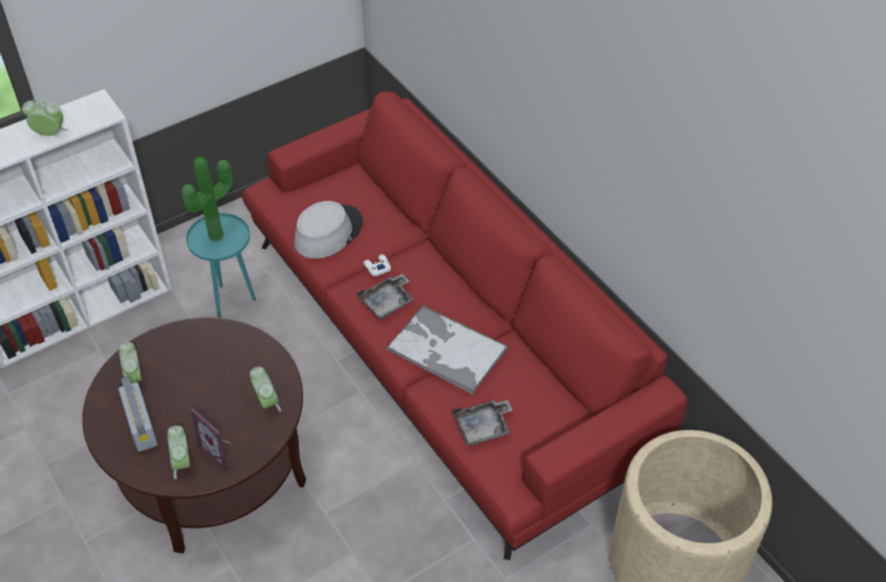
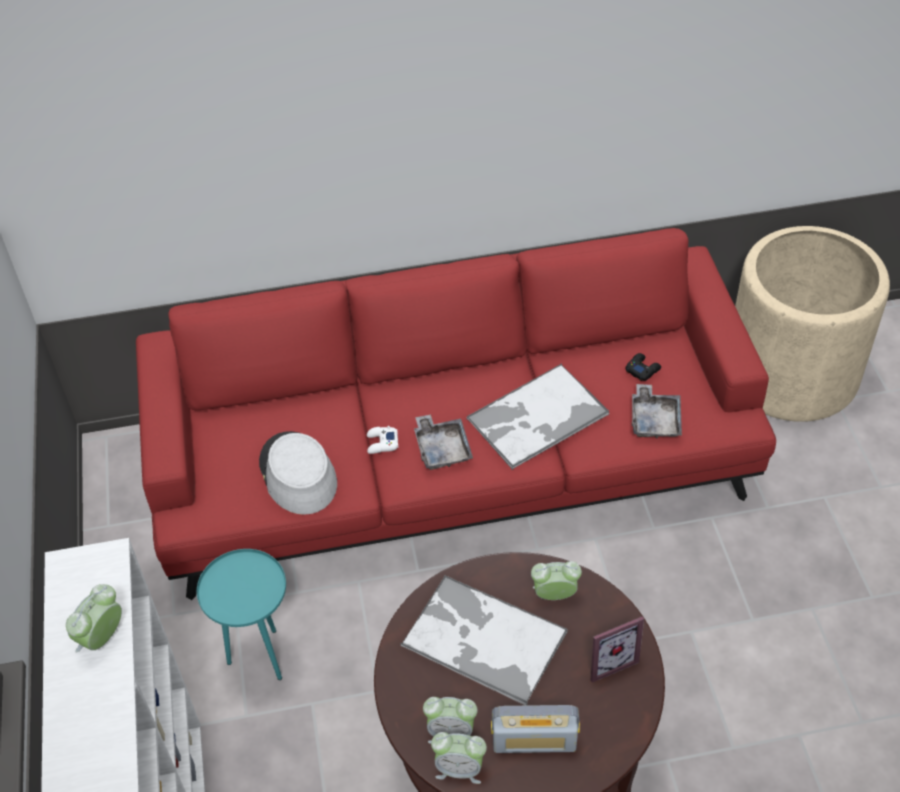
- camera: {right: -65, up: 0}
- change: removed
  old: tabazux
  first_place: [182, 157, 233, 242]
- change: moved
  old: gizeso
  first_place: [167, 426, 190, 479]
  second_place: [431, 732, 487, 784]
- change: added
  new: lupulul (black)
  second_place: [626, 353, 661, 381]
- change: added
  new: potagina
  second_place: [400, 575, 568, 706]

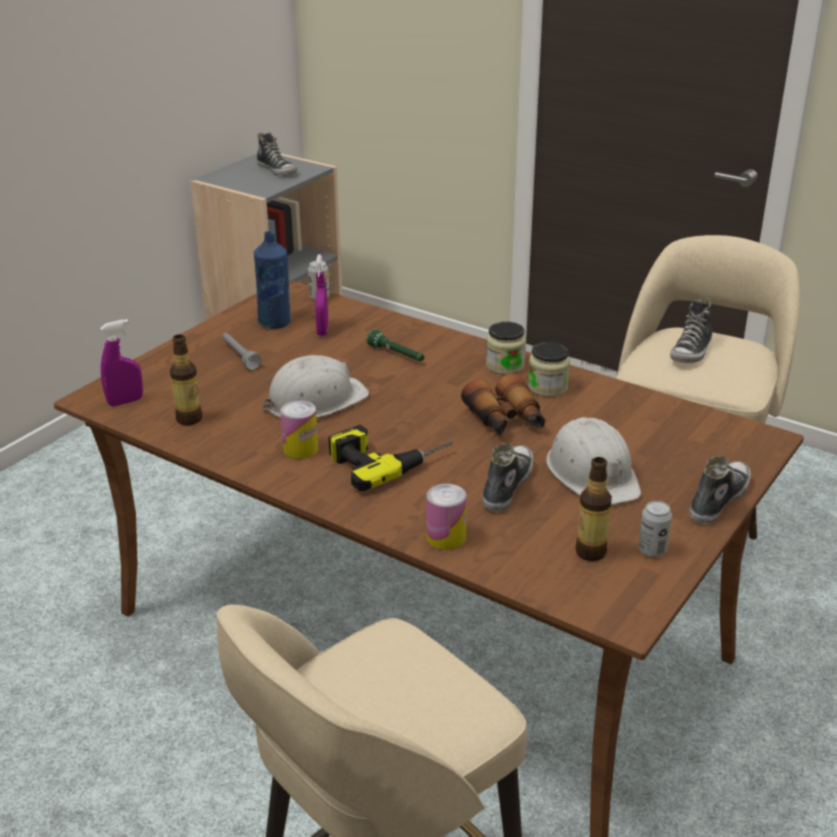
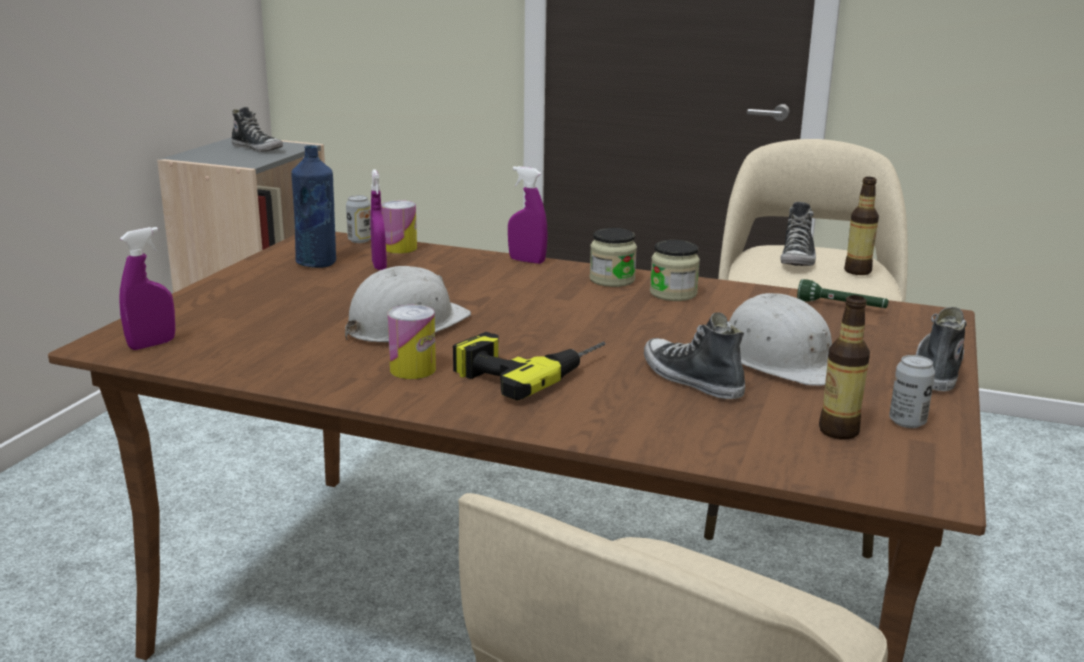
- camera: {right: -15, up: -10}
- change: moved
  old: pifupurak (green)
  first_place: [366, 330, 424, 361]
  second_place: [797, 279, 889, 308]
- change: removed
  old: pifupurak (grey)
  first_place: [222, 332, 261, 370]
- change: moved
  old: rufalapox
  first_place: [170, 334, 202, 425]
  second_place: [844, 177, 879, 275]
- change: removed
  old: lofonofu
  first_place: [461, 374, 545, 435]
- change: turned
  old: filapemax
  first_place: [483, 443, 533, 512]
  second_place: [644, 312, 745, 399]
  degrees: -45
- change: moved
  old: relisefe
  first_place: [427, 484, 467, 550]
  second_place: [381, 200, 417, 254]
- change: added
  new: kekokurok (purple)
  second_place: [508, 166, 548, 264]

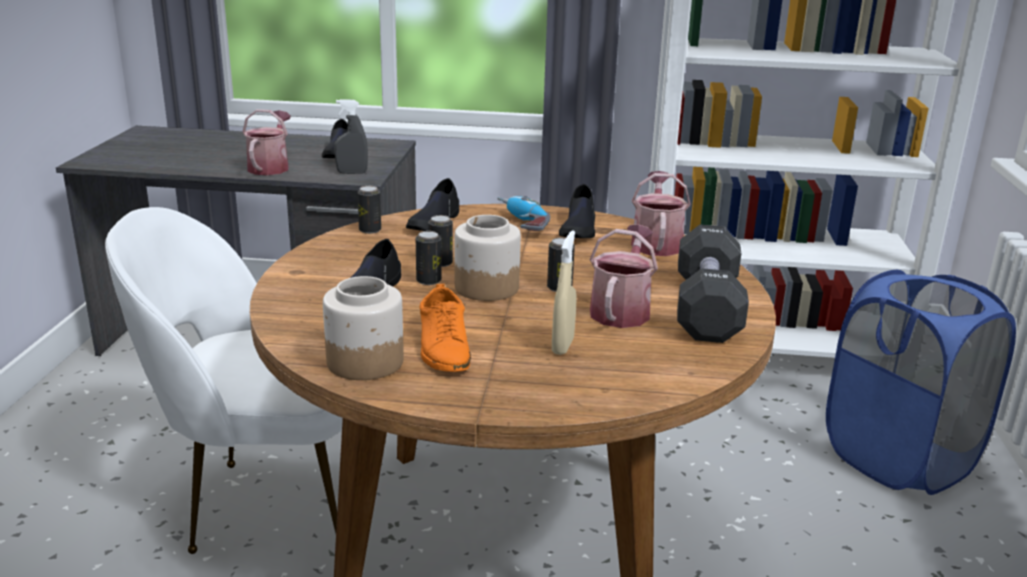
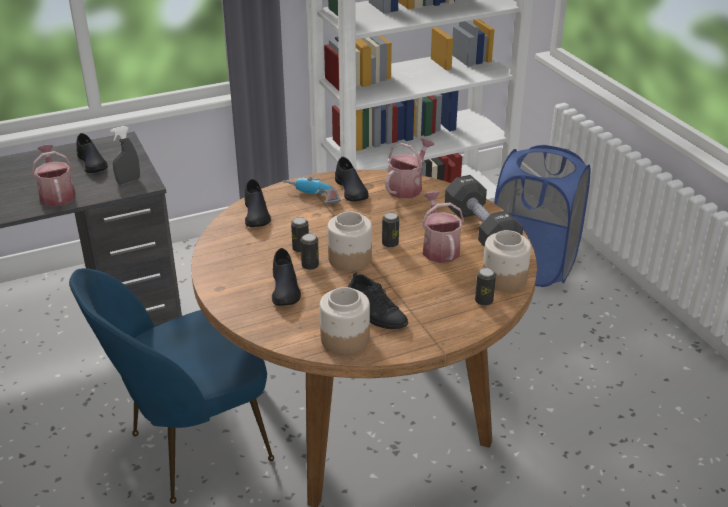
- camera: {right: -30, up: 10}
- change: turned
  old: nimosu
  first_place: [631, 171, 691, 256]
  second_place: [385, 138, 434, 199]
  degrees: 60
- change: moved
  old: relisefe
  first_place: [357, 186, 381, 234]
  second_place: [475, 268, 496, 306]
- change: recoloured
  old: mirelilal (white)
  new: mirelilal (blue)
  first_place: [105, 207, 343, 554]
  second_place: [69, 268, 274, 504]
- change: removed
  old: kekokurok (beige)
  first_place: [552, 230, 577, 355]
- change: recoloured
  old: filapemax (orange)
  new: filapemax (black)
  first_place: [420, 284, 471, 372]
  second_place: [348, 272, 408, 329]
- change: added
  new: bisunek
  second_place: [483, 230, 531, 292]

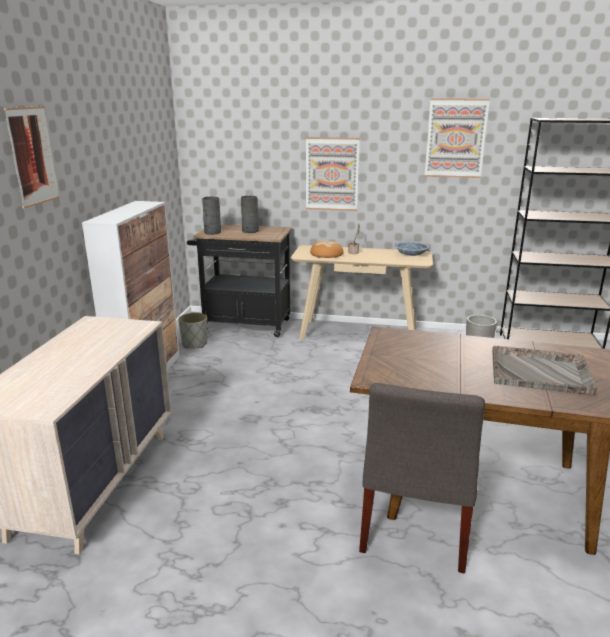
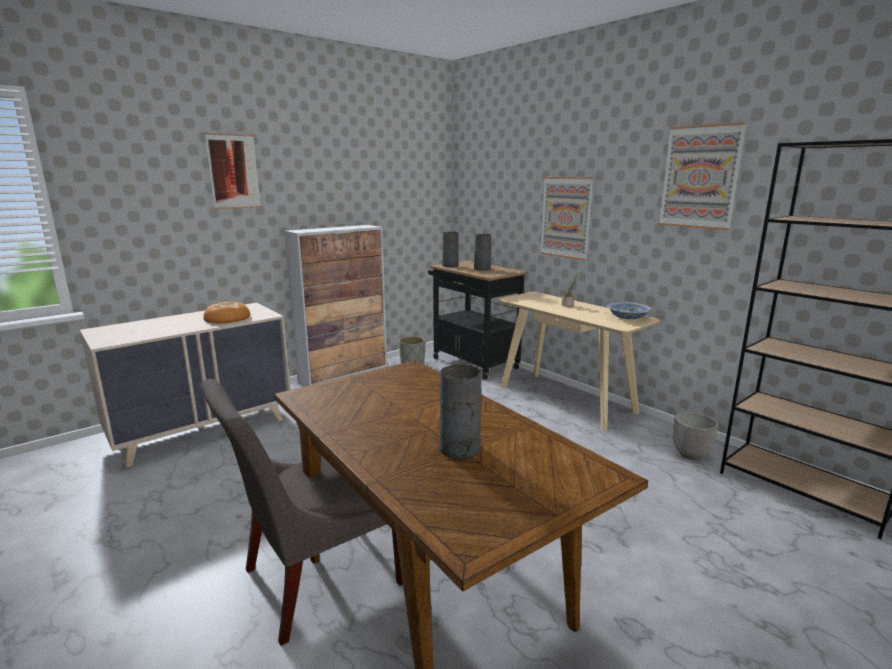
- camera: {right: 40, up: -5}
- change: moved
  old: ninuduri
  first_place: [310, 241, 344, 258]
  second_place: [203, 301, 250, 323]
- change: replaced
  old: potagina (grey)
  new: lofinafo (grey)
  first_place: [492, 346, 597, 395]
  second_place: [439, 365, 481, 459]

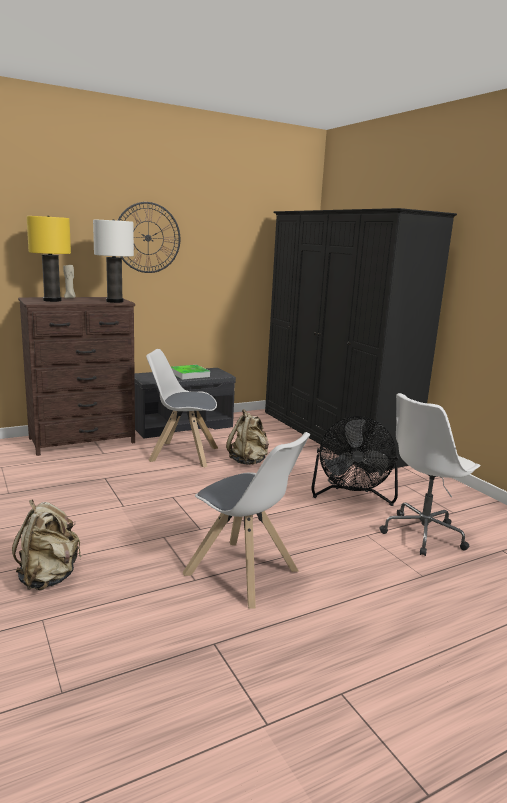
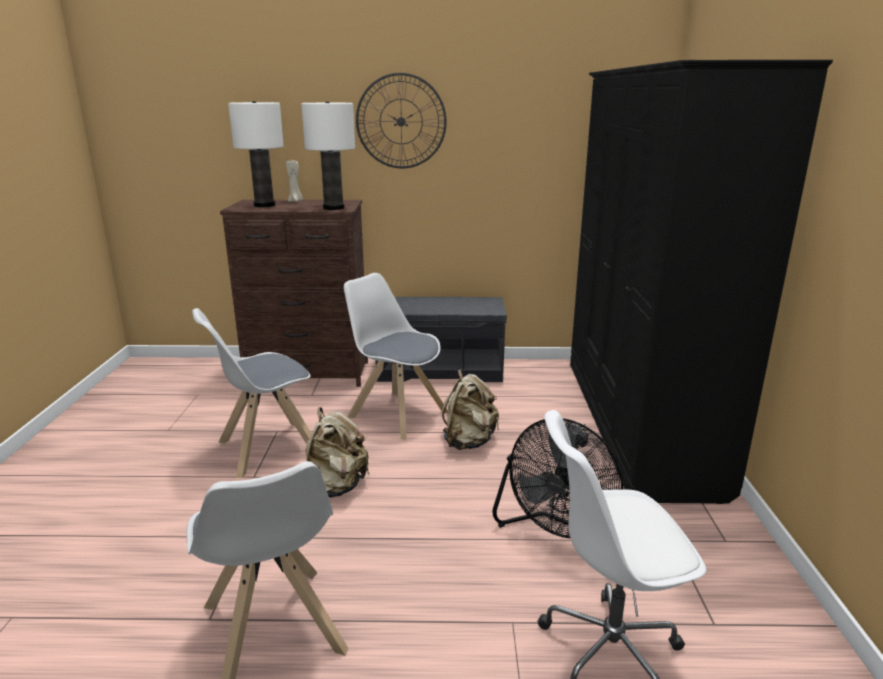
- camera: {right: 30, up: 5}
- change: recoloured
  old: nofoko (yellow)
  new: nofoko (white)
  first_place: [26, 216, 71, 302]
  second_place: [228, 101, 284, 207]
- change: removed
  old: potagina
  first_place: [171, 365, 210, 380]
- change: moved
  old: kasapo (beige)
  first_place: [12, 499, 81, 590]
  second_place: [305, 407, 369, 498]
- change: added
  new: mirelilal
  second_place: [192, 308, 312, 478]

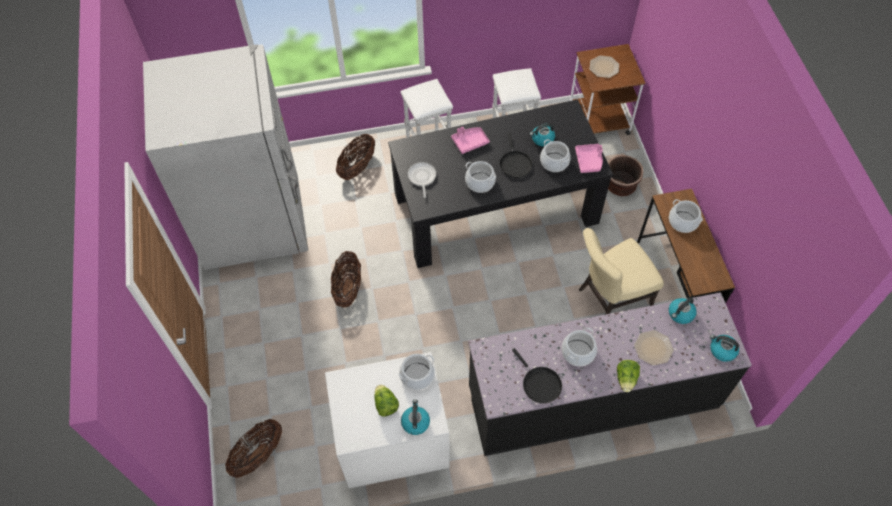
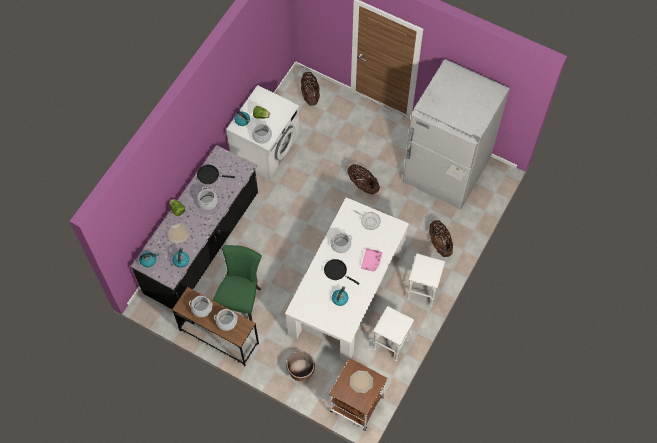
- camera: {right: 130, up: 5}
- change: recoloured
  old: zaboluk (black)
  new: zaboluk (white)
  first_place: [388, 99, 613, 268]
  second_place: [285, 197, 409, 362]
- change: moved
  old: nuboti
  first_place: [540, 139, 571, 172]
  second_place: [189, 296, 212, 317]
- change: removed
  old: potagina (pink)
  first_place: [575, 144, 603, 173]
- change: recoloured
  old: mirelilal (beige)
  new: mirelilal (green)
  first_place: [579, 228, 664, 314]
  second_place: [213, 245, 262, 322]

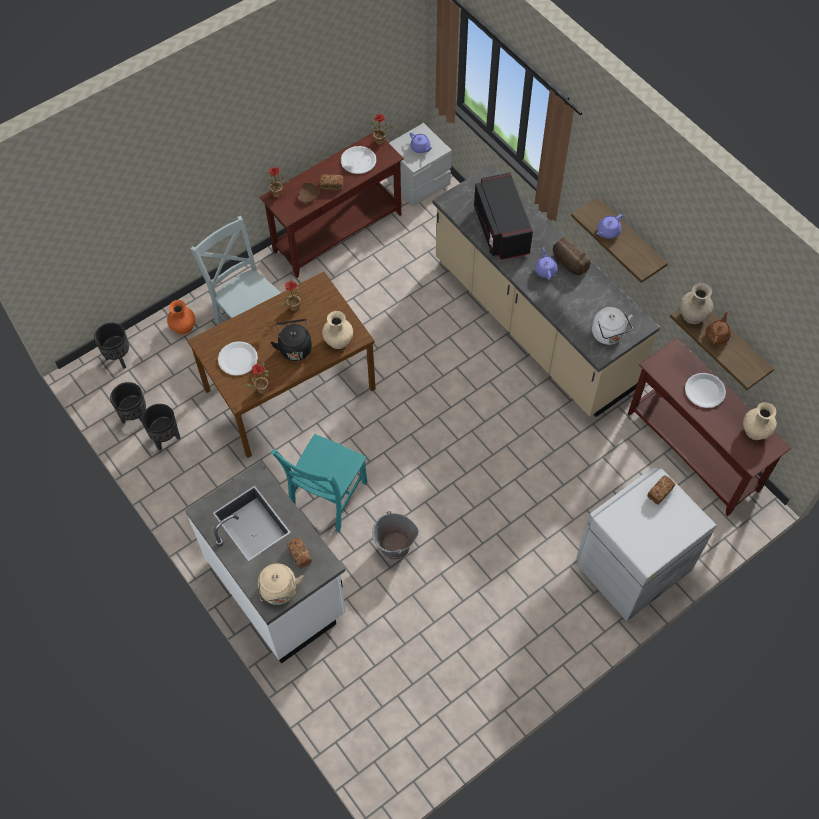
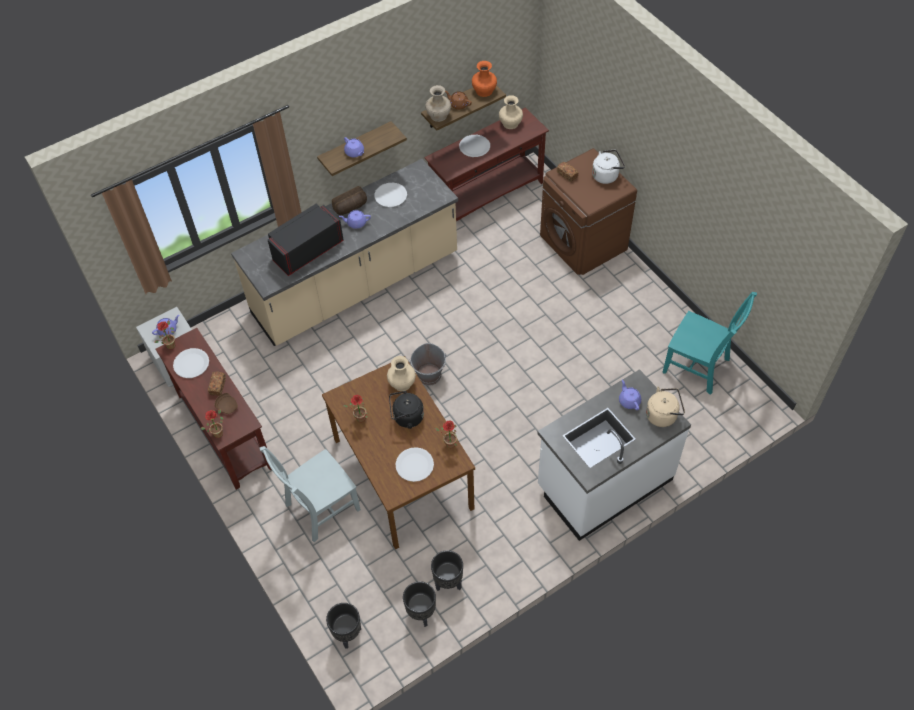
- camera: {right: -85, up: -5}
- change: turned
  old: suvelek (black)
  first_place: [474, 173, 533, 260]
  second_place: [268, 204, 344, 276]
  degrees: 150
- change: moved
  old: lofinafo (orange)
  first_place: [167, 300, 195, 335]
  second_place: [472, 61, 497, 97]
- change: moved
  old: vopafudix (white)
  first_place: [592, 307, 633, 345]
  second_place: [592, 150, 625, 184]
- change: moved
  old: mirelilal (turquoise)
  first_place: [270, 434, 367, 532]
  second_place: [662, 292, 757, 395]
- change: recoloured
  old: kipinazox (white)
  new: kipinazox (brown)
  first_place: [576, 467, 717, 622]
  second_place: [540, 148, 637, 275]
- change: moved
  old: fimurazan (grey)
  first_place: [372, 511, 419, 560]
  second_place: [409, 343, 447, 386]
- change: replaced
  old: ninuduri
  new: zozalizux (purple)
  first_place: [287, 537, 312, 569]
  second_place: [619, 380, 641, 410]
- change: added
  new: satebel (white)
  second_place: [374, 183, 407, 207]

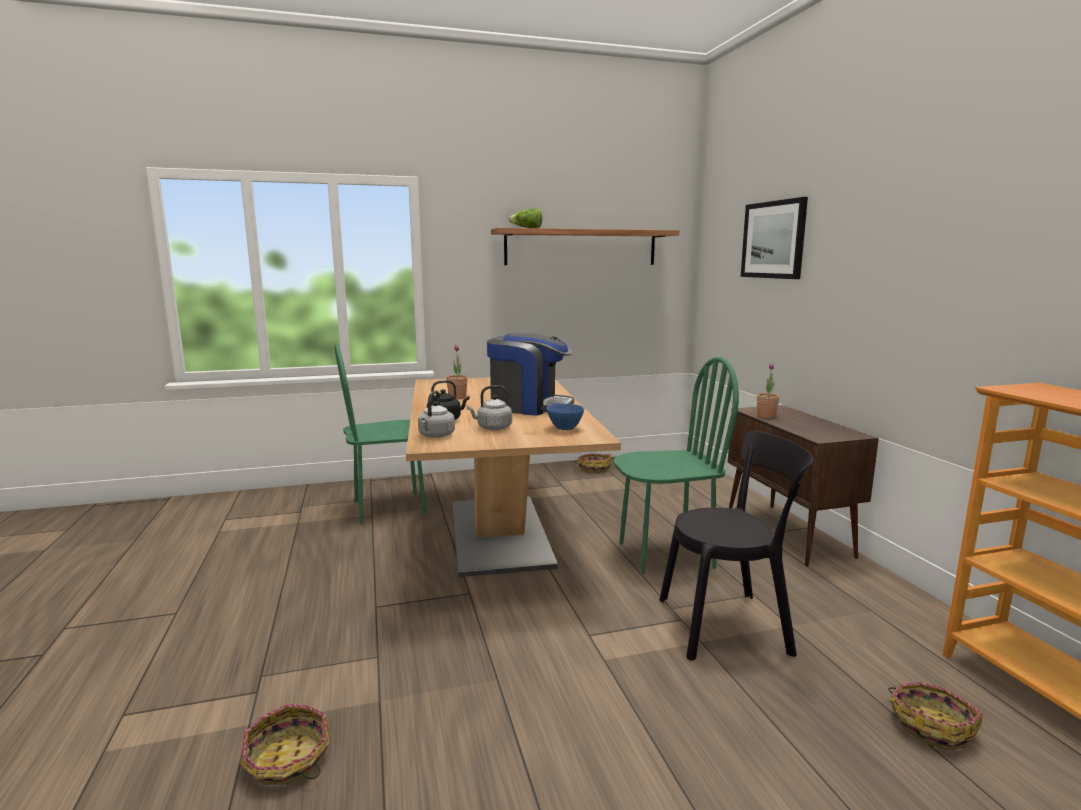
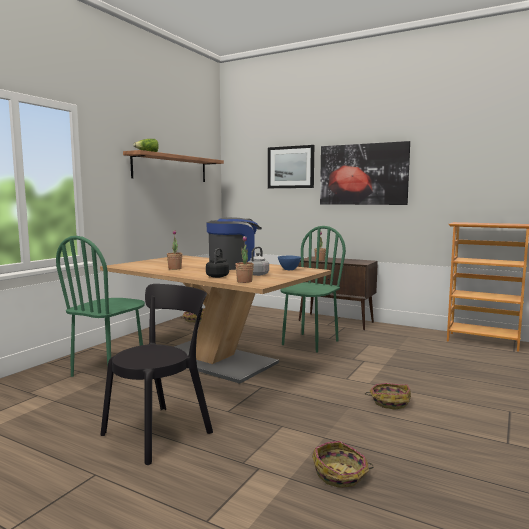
- camera: {right: -45, up: -5}
- change: replaced
  old: vopafudix (grey)
  new: tabazux
  first_place: [418, 390, 455, 438]
  second_place: [236, 236, 254, 283]
- change: moved
  old: mirelilal (black)
  first_place: [659, 430, 813, 660]
  second_place: [100, 284, 213, 465]
- change: moved
  old: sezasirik
  first_place: [888, 682, 983, 750]
  second_place: [365, 383, 411, 410]
- change: added
  new: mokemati
  second_place: [320, 141, 410, 205]

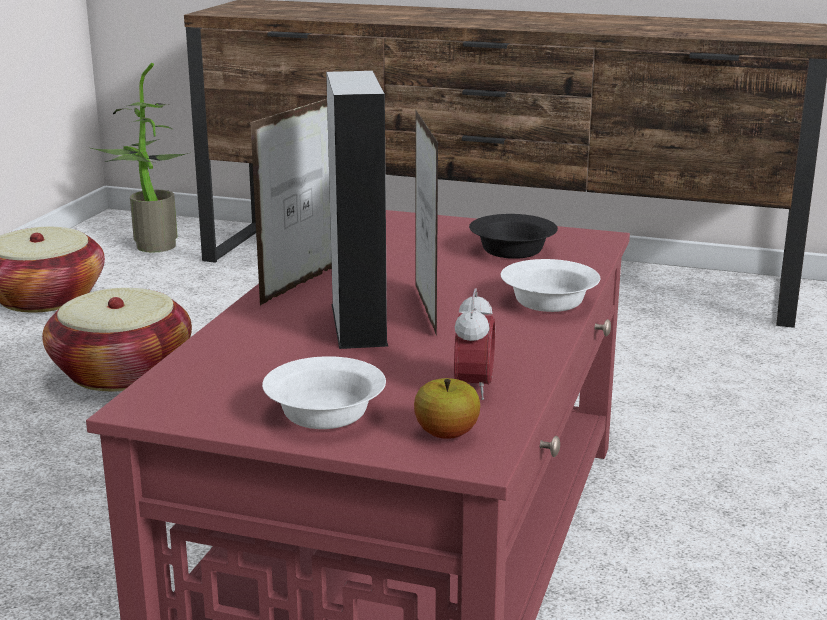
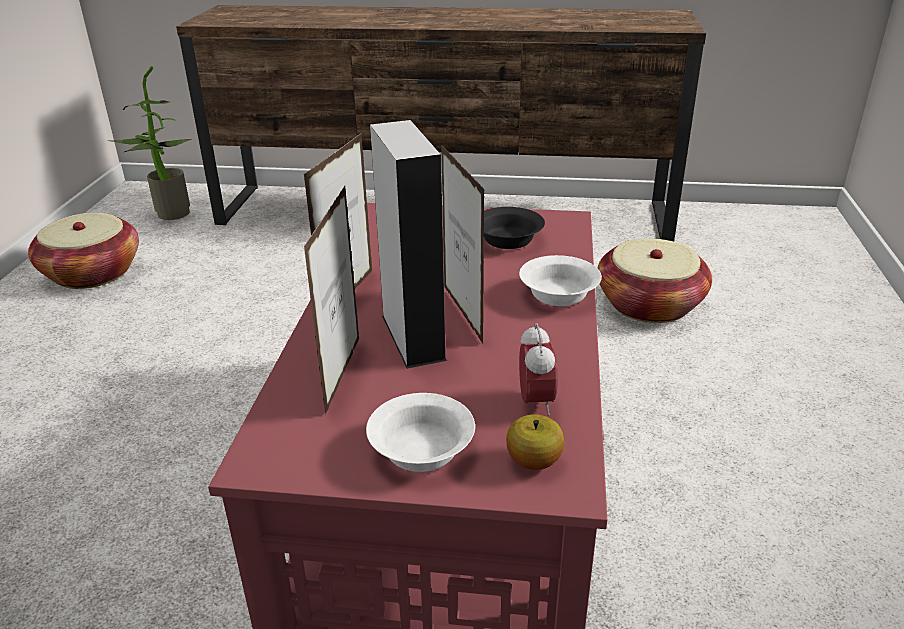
- camera: {right: -10, up: 10}
- change: moved
  old: sezasirik
  first_place: [42, 288, 192, 391]
  second_place: [598, 238, 712, 323]
- change: added
  new: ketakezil
  second_place: [304, 186, 359, 415]

